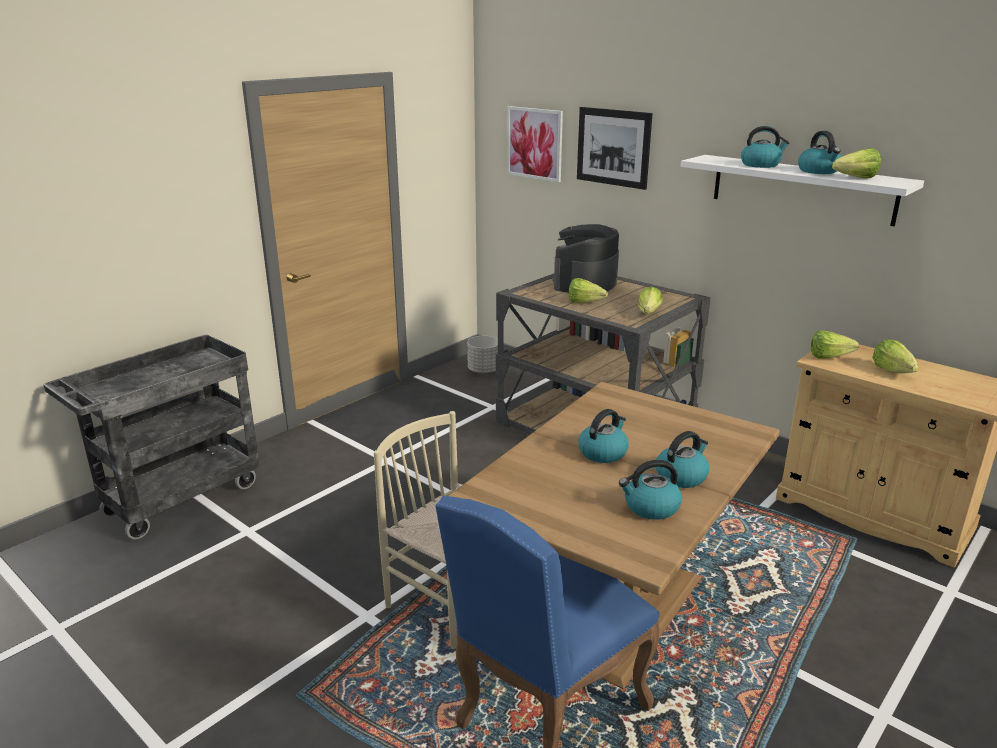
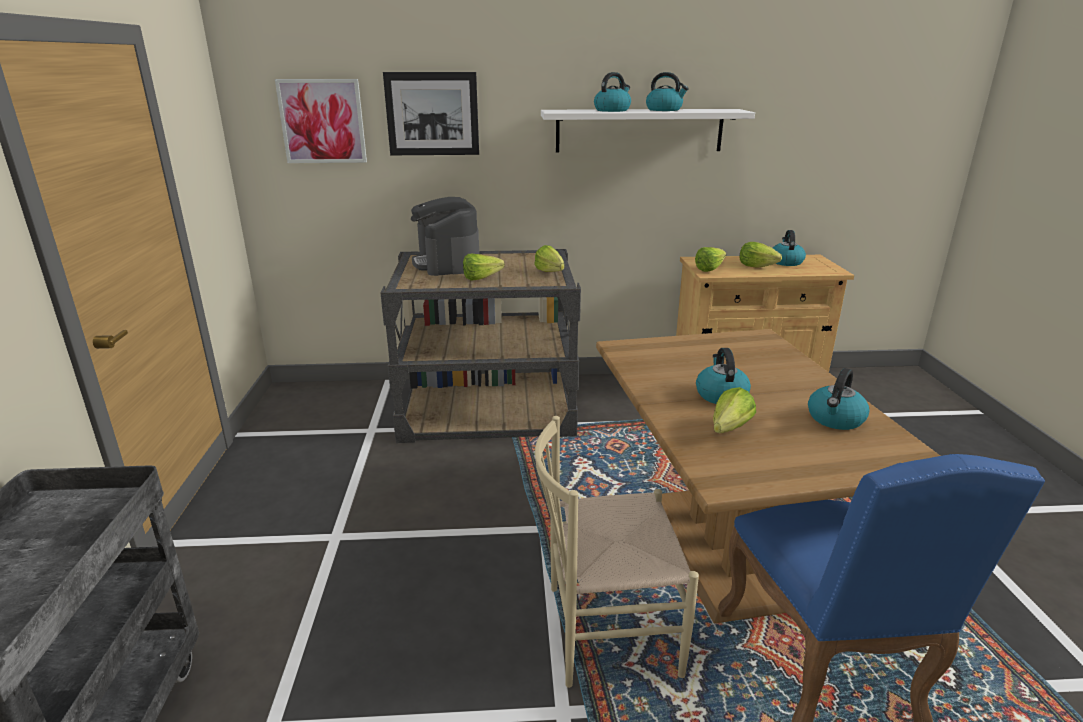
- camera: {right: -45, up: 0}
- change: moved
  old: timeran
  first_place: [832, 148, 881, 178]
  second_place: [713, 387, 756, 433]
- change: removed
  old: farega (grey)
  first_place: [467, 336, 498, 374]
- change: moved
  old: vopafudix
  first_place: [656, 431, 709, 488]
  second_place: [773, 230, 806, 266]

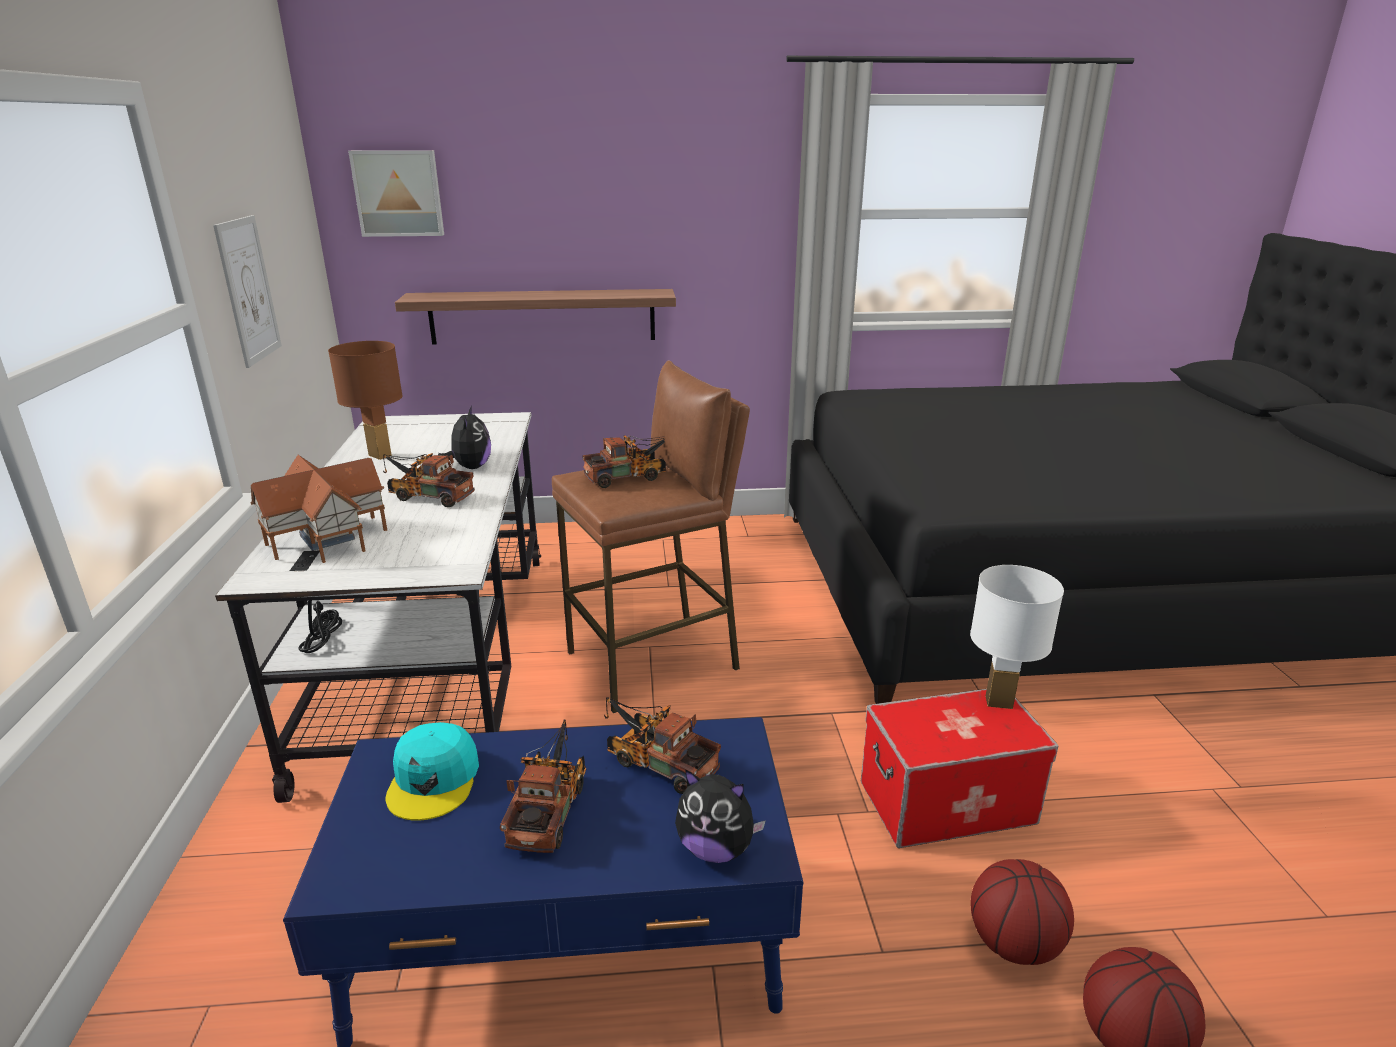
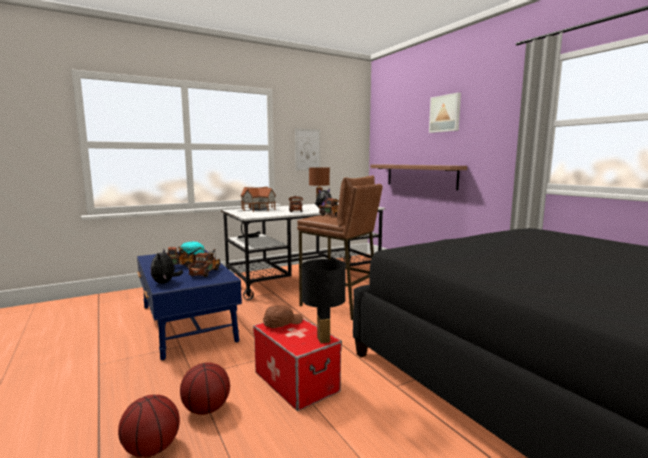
- camera: {right: 65, up: -15}
- change: moved
  old: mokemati
  first_place: [348, 150, 444, 237]
  second_place: [429, 93, 461, 133]
- change: recoloured
  old: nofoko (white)
  new: nofoko (black)
  first_place: [970, 565, 1064, 709]
  second_place: [302, 259, 346, 344]
- change: added
  new: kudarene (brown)
  second_place: [263, 305, 303, 328]

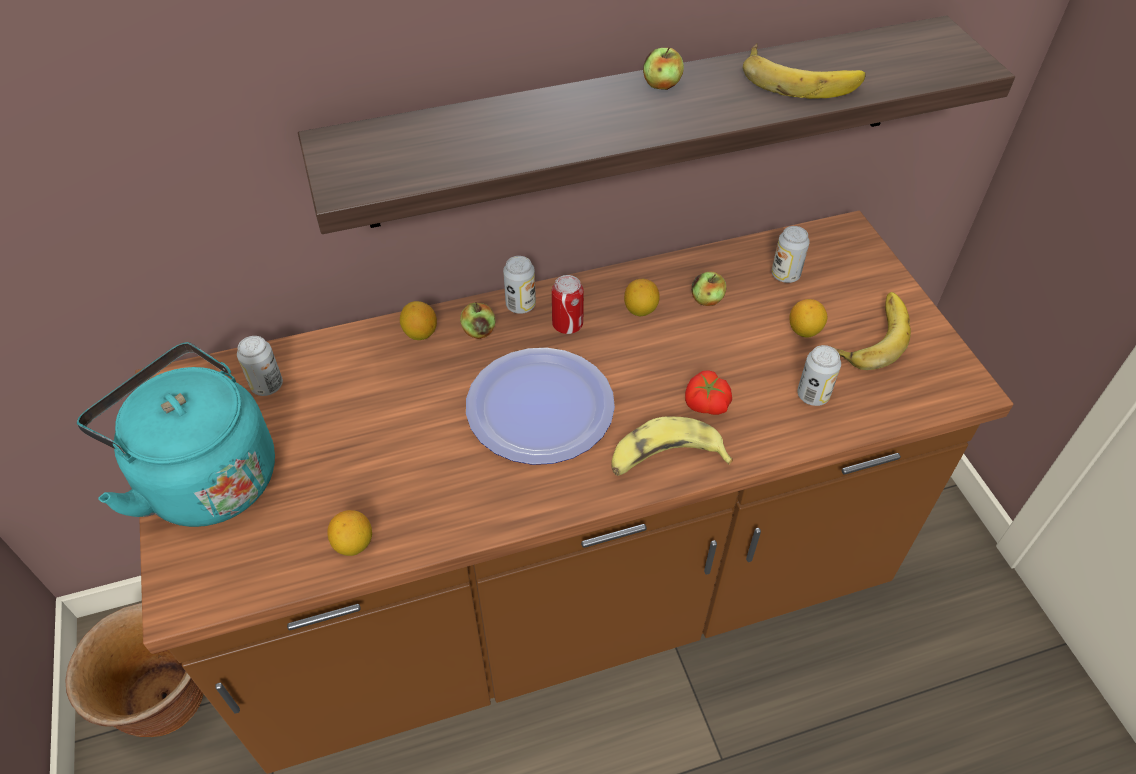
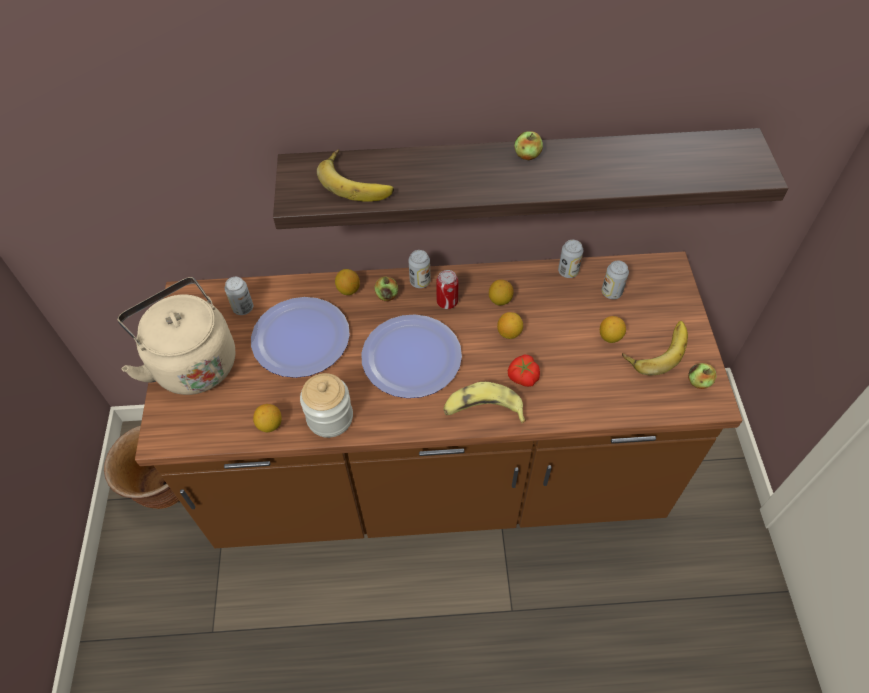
- camera: {right: 15, up: 5}
- change: moved
  old: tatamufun
  first_place: [743, 43, 866, 99]
  second_place: [317, 149, 394, 202]
- change: moved
  old: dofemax
  first_place: [692, 272, 726, 306]
  second_place: [688, 363, 717, 389]
- change: recoloured
  old: vopafudix (turquoise)
  new: vopafudix (beige)
  first_place: [77, 342, 275, 527]
  second_place: [117, 277, 236, 395]
- change: moved
  old: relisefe
  first_place: [797, 345, 841, 406]
  second_place: [558, 240, 583, 278]
- change: added
  new: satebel
  second_place: [251, 297, 350, 378]
- change: added
  new: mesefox
  second_place: [497, 312, 523, 339]
- change: added
  new: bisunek
  second_place: [300, 373, 353, 438]

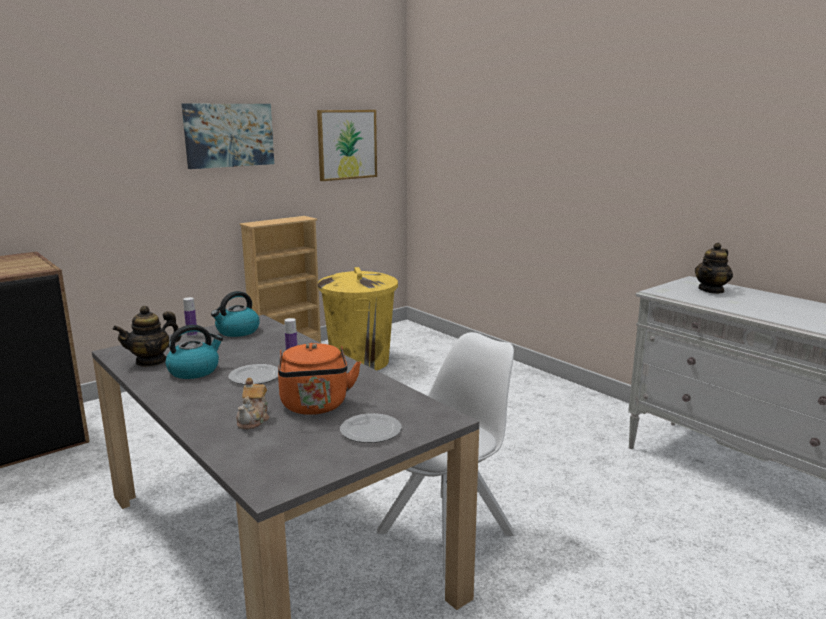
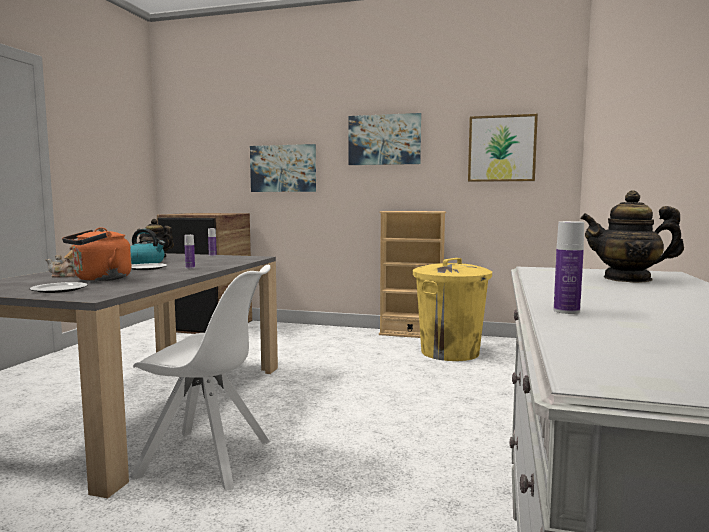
- camera: {right: 55, up: -10}
- change: removed
  old: vopafudix
  first_place: [211, 291, 260, 337]
- change: added
  new: mokemati
  second_place: [250, 144, 316, 192]
- change: added
  new: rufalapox
  second_place: [554, 221, 584, 314]

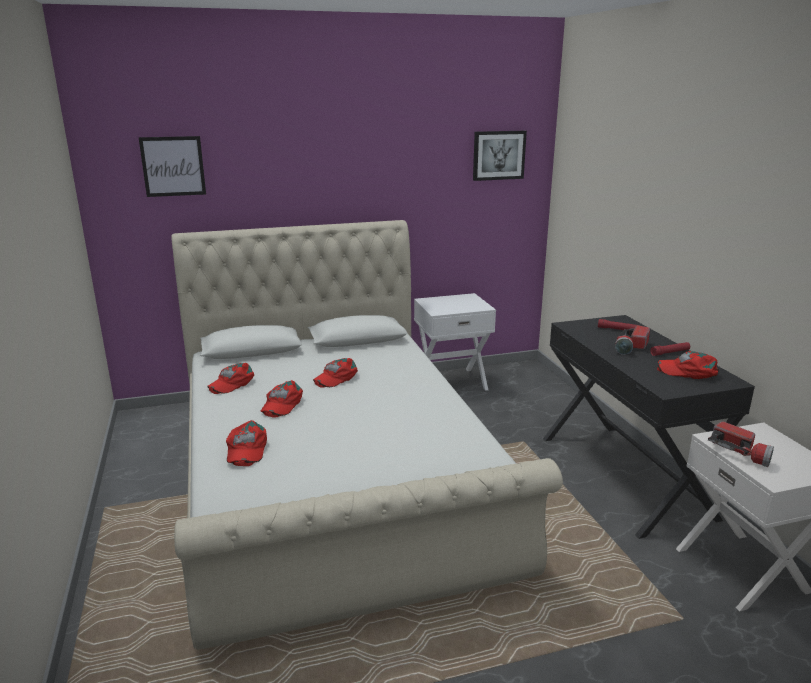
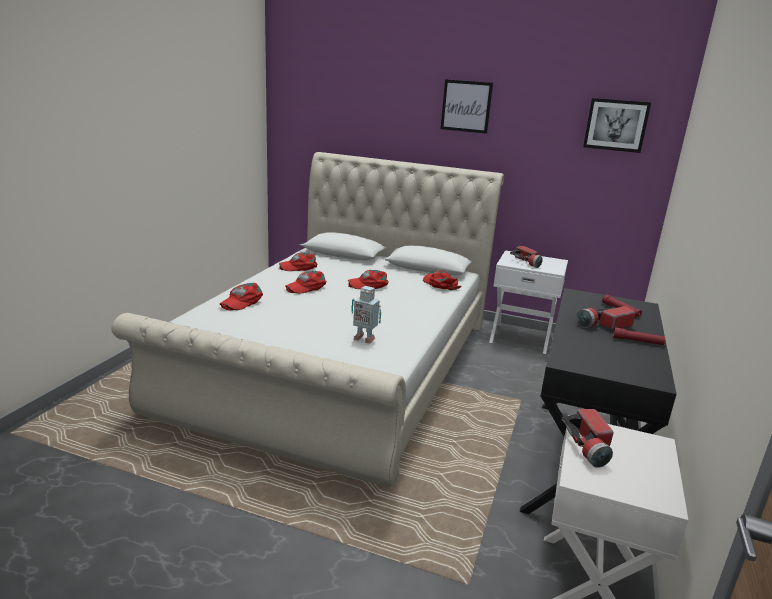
- camera: {right: 35, up: 0}
- change: moved
  old: mokemati
  first_place: [139, 136, 206, 197]
  second_place: [441, 79, 493, 134]
- change: moved
  old: kudarene (red)
  first_place: [657, 351, 719, 379]
  second_place: [423, 270, 461, 290]
- change: added
  new: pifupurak
  second_place: [510, 246, 543, 268]
- change: added
  new: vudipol
  second_place: [351, 286, 381, 344]

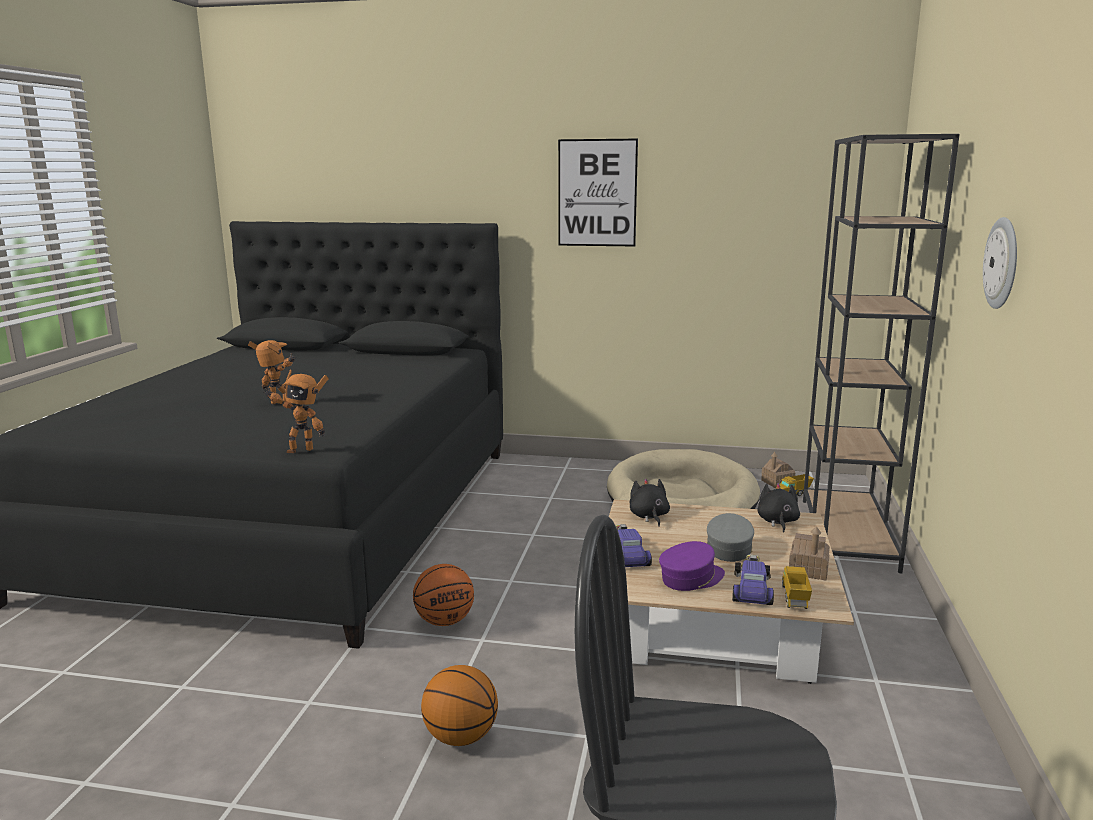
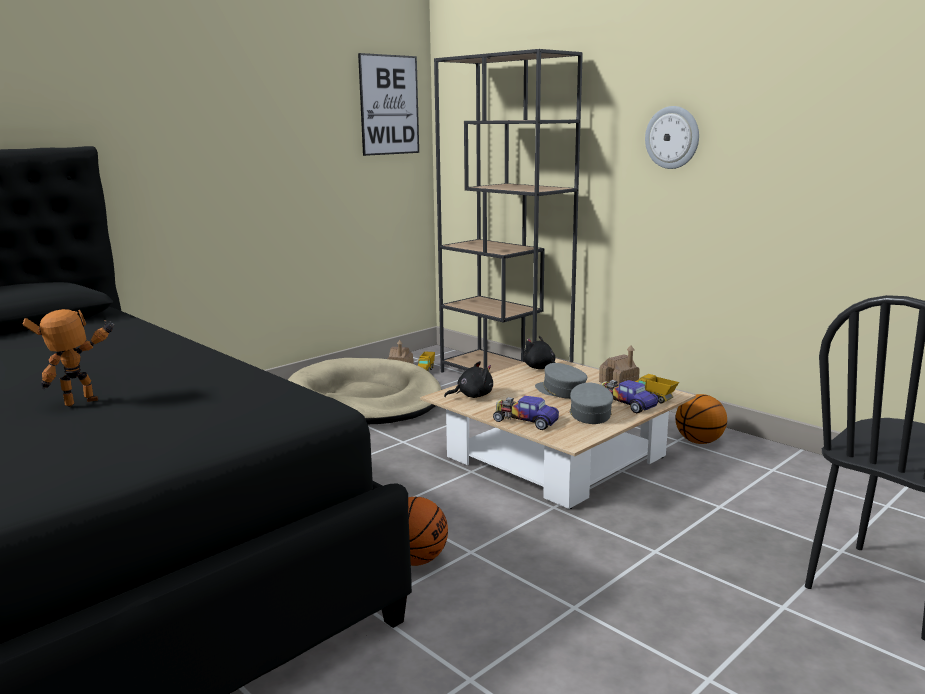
- camera: {right: -55, up: 0}
- change: moved
  old: mokemati
  first_place: [558, 139, 638, 246]
  second_place: [358, 53, 419, 156]
- change: removed
  old: vudipol
  first_place: [263, 370, 329, 453]
- change: turned
  old: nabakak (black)
  first_place: [630, 478, 670, 527]
  second_place: [444, 361, 493, 398]
  degrees: 135
- change: recoloured
  old: kudarene (purple)
  new: kudarene (grey)
  first_place: [659, 541, 725, 591]
  second_place: [570, 383, 613, 424]
- change: moved
  old: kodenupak
  first_place: [421, 665, 498, 746]
  second_place: [675, 394, 727, 444]

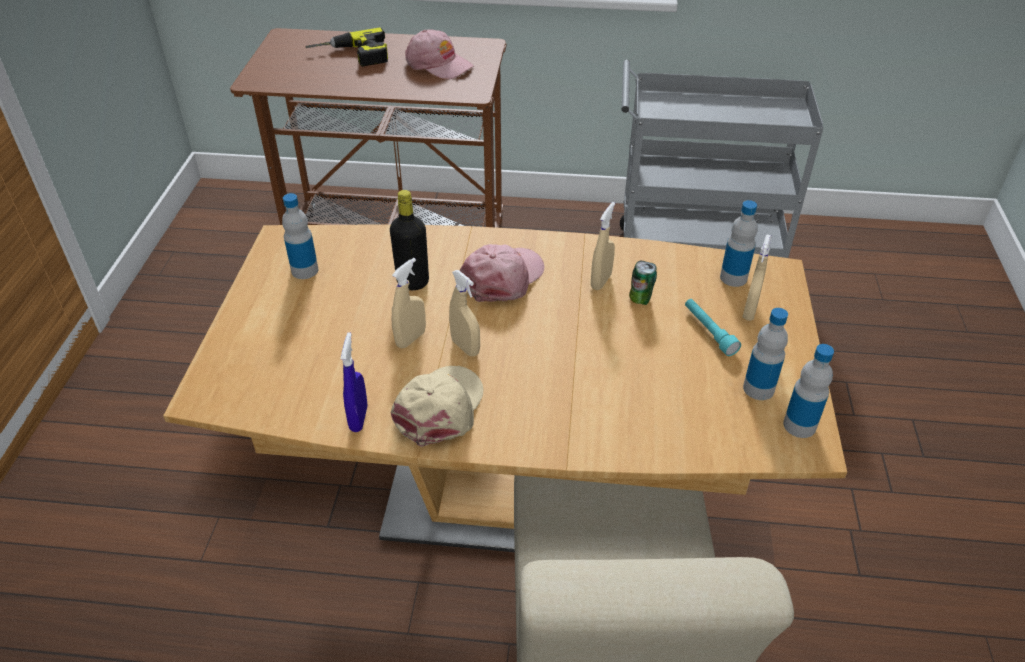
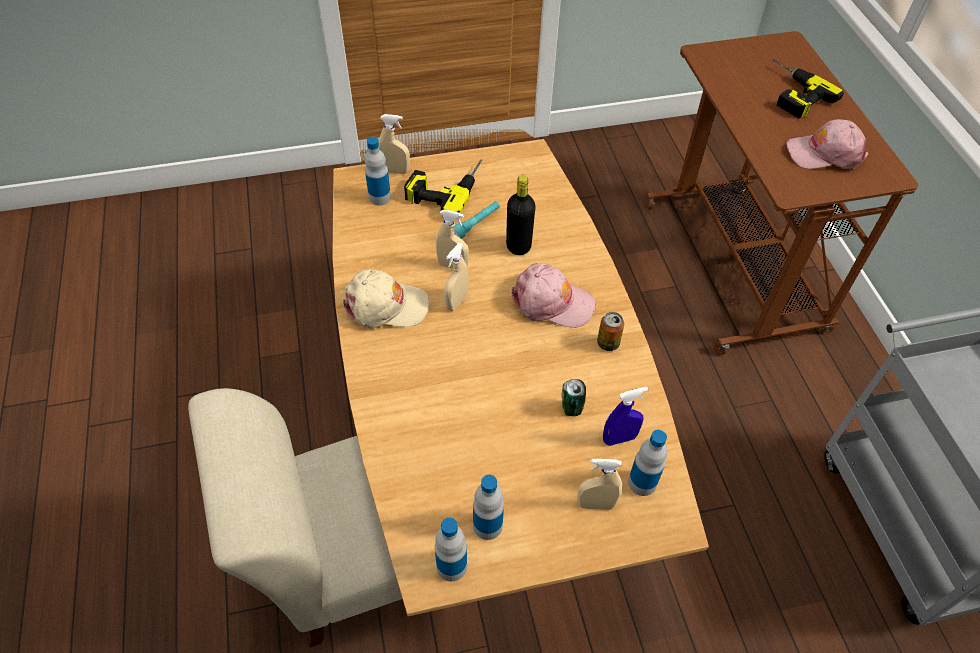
- camera: {right: 70, up: 10}
- change: turned
  old: kudarene (pink)
  first_place: [405, 29, 473, 79]
  second_place: [786, 119, 868, 169]
  degrees: 75
- change: moved
  old: rufalapox
  first_place: [282, 193, 318, 279]
  second_place: [365, 137, 391, 206]
- change: moved
  old: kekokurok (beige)
  first_place: [591, 202, 615, 290]
  second_place: [379, 114, 410, 174]
- change: moved
  old: pifupurak (turquoise)
  first_place: [685, 299, 741, 356]
  second_place: [454, 201, 500, 239]
- change: moved
  old: kekokurok (blue)
  first_place: [341, 332, 367, 432]
  second_place: [603, 387, 648, 446]
- change: added
  new: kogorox
  second_place: [404, 159, 482, 213]
- change: added
  new: relisefe
  second_place: [597, 312, 624, 351]

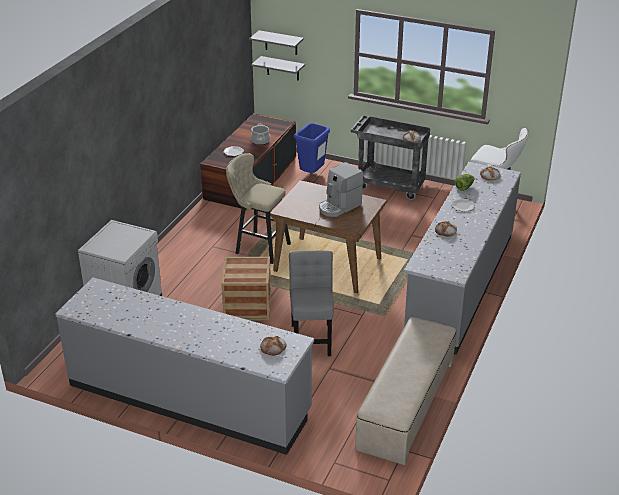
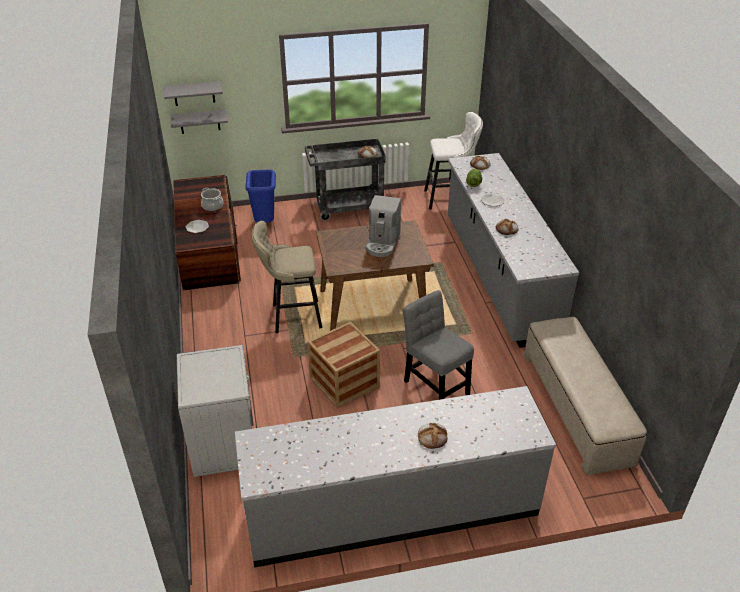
- camera: {right: -35, up: 5}
- change: moved
  old: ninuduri
  first_place: [260, 336, 287, 356]
  second_place: [418, 423, 447, 449]

